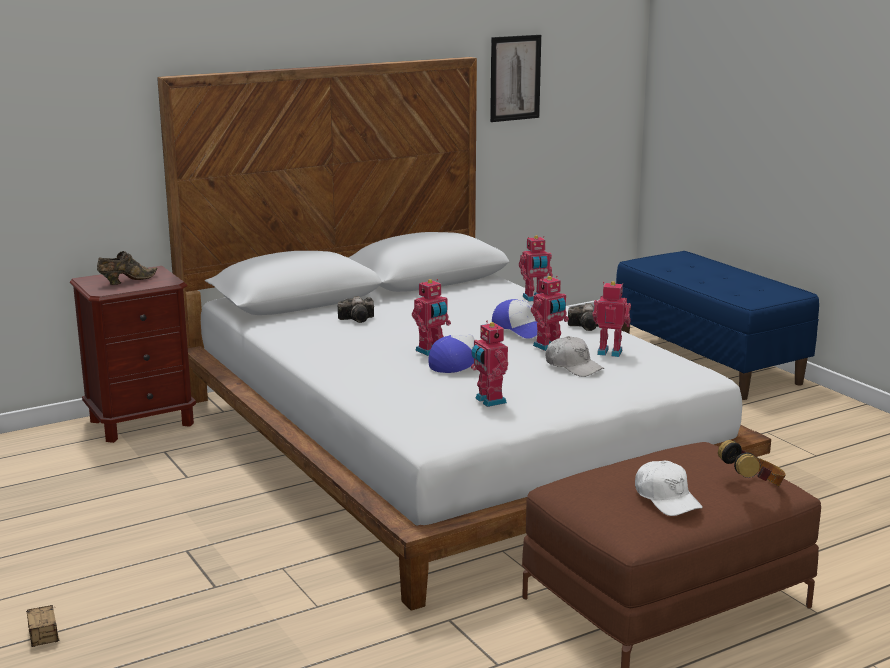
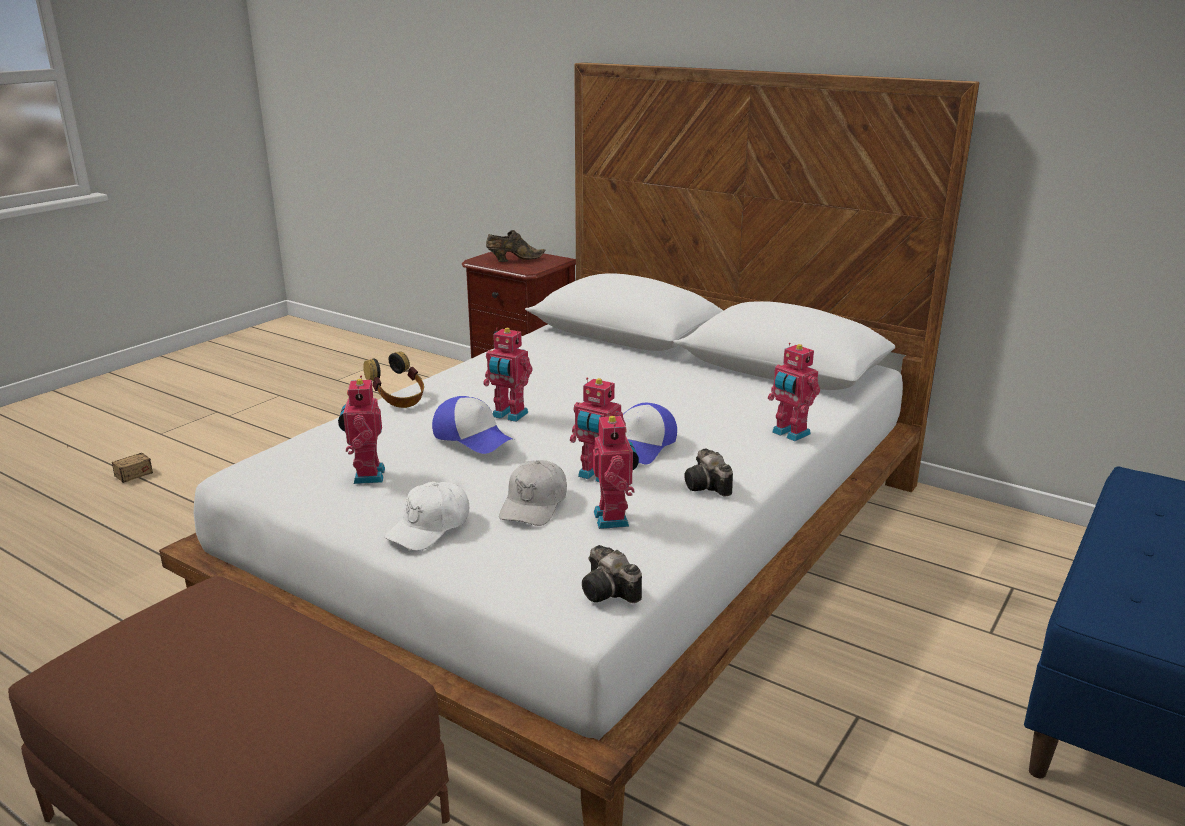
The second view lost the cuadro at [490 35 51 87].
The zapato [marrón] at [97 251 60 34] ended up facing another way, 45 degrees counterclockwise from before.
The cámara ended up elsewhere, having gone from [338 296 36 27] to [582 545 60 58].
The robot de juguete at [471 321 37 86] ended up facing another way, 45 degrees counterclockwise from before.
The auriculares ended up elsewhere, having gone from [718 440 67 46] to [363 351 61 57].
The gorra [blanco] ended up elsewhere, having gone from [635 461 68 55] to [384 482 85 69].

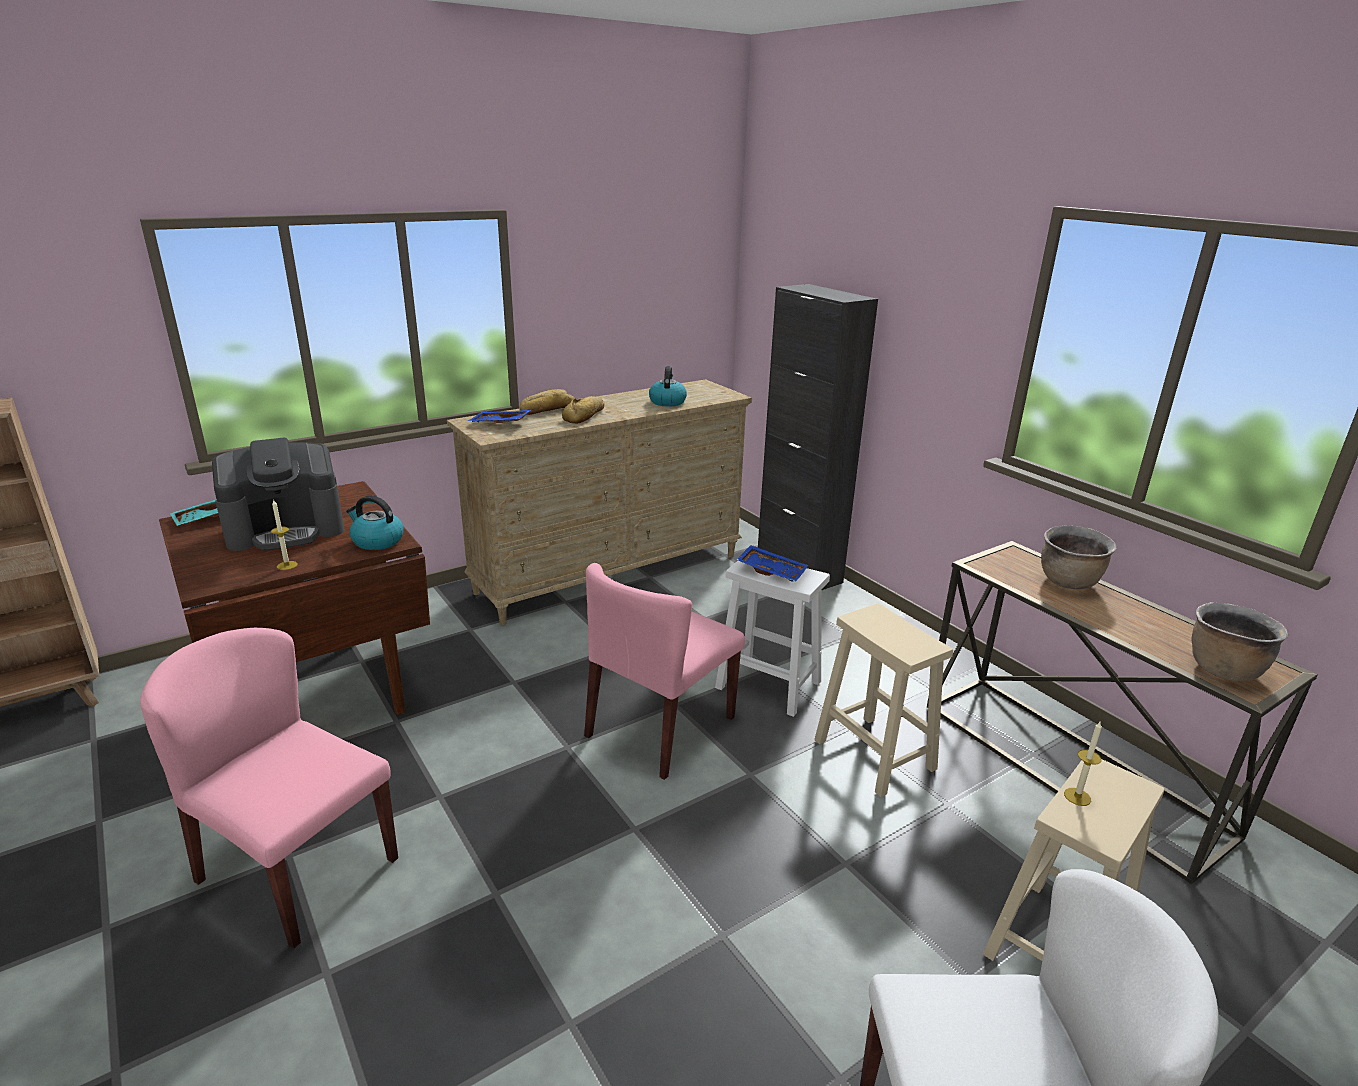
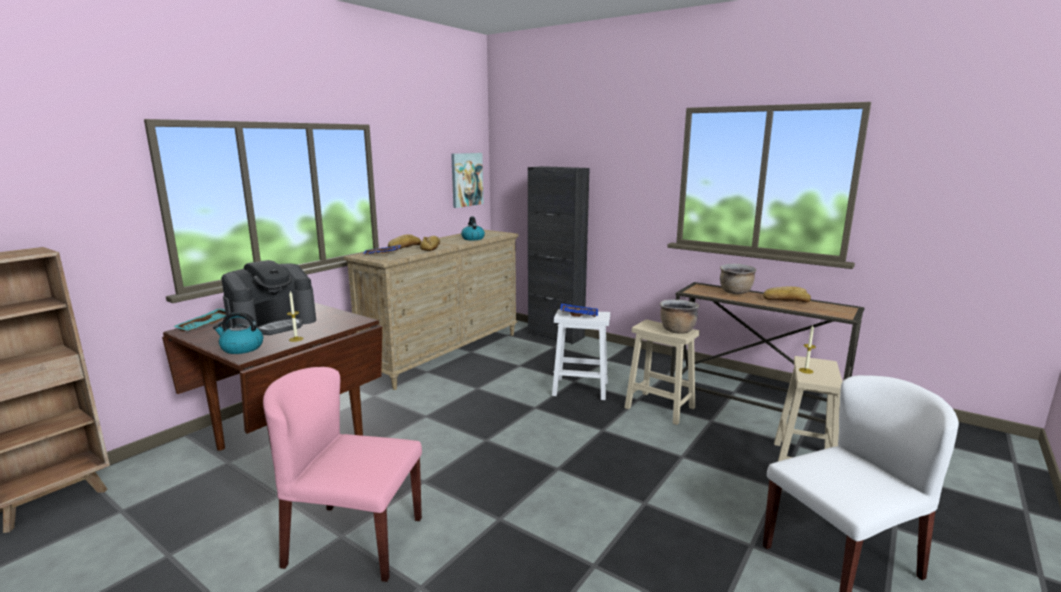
The hervidor ended up elsewhere, having gone from [346 495 58 55] to [213 312 50 42].
The second view lost the silla [rosa] at [584 563 161 217].
The olla [marrón] ended up elsewhere, having gone from [1192 602 96 80] to [660 300 39 34].
The second view gained the cuadro at [451 153 33 55].
The second view gained the pan at [763 286 48 17].

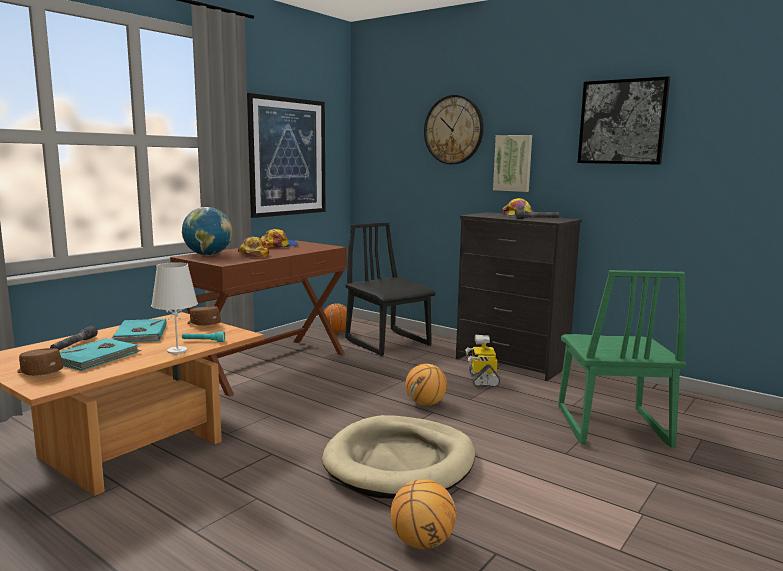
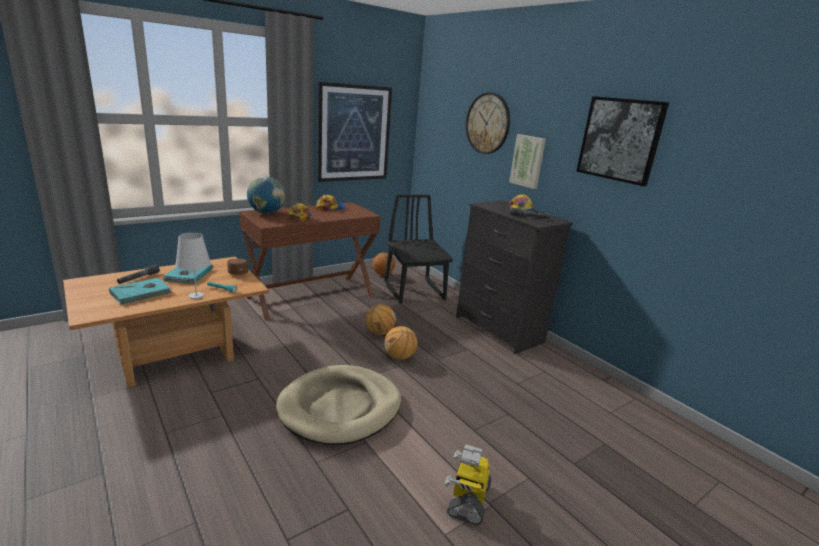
The second view lost the silla [verde] at [558 270 128 178].
The robot de juguete ended up elsewhere, having gone from [465 335 35 52] to [444 444 47 81].
The second view lost the gorra [marrón] at [17 348 46 28].
The balón de baloncesto ended up elsewhere, having gone from [391 479 65 70] to [366 304 30 31].

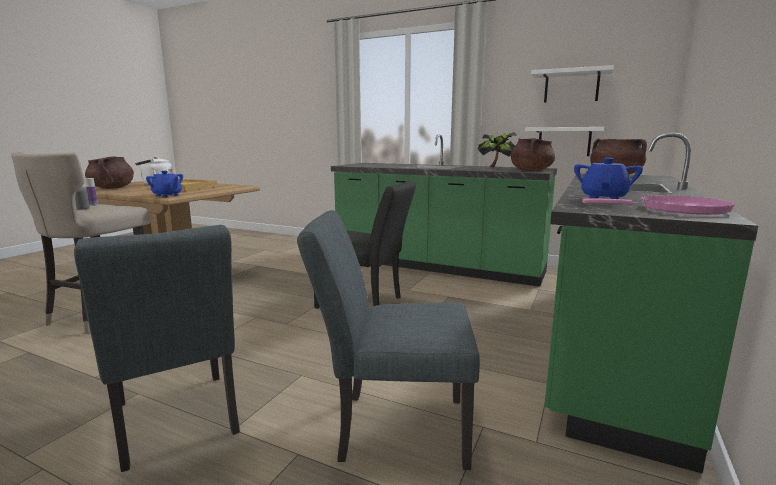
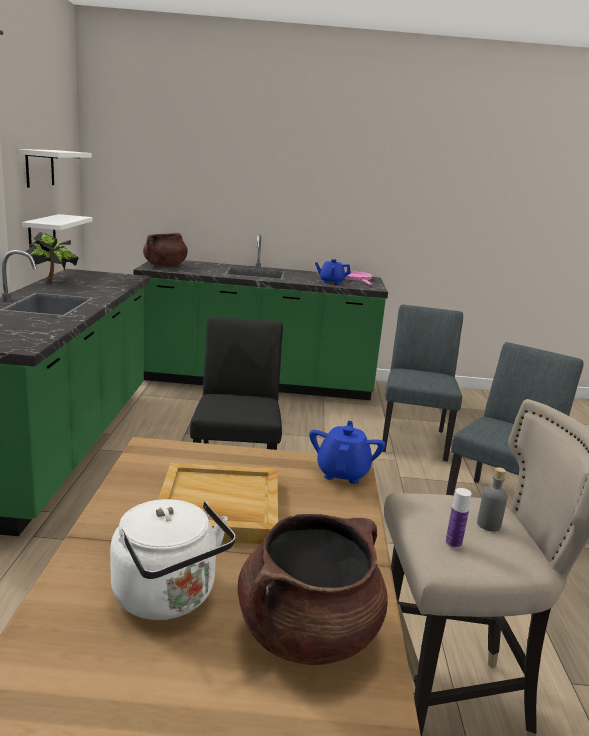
The second view lost the olla [marrón] at [511 138 44 33].
The silla [gris] at [297 210 183 260] ended up facing another way, 150 degrees counterclockwise from before.

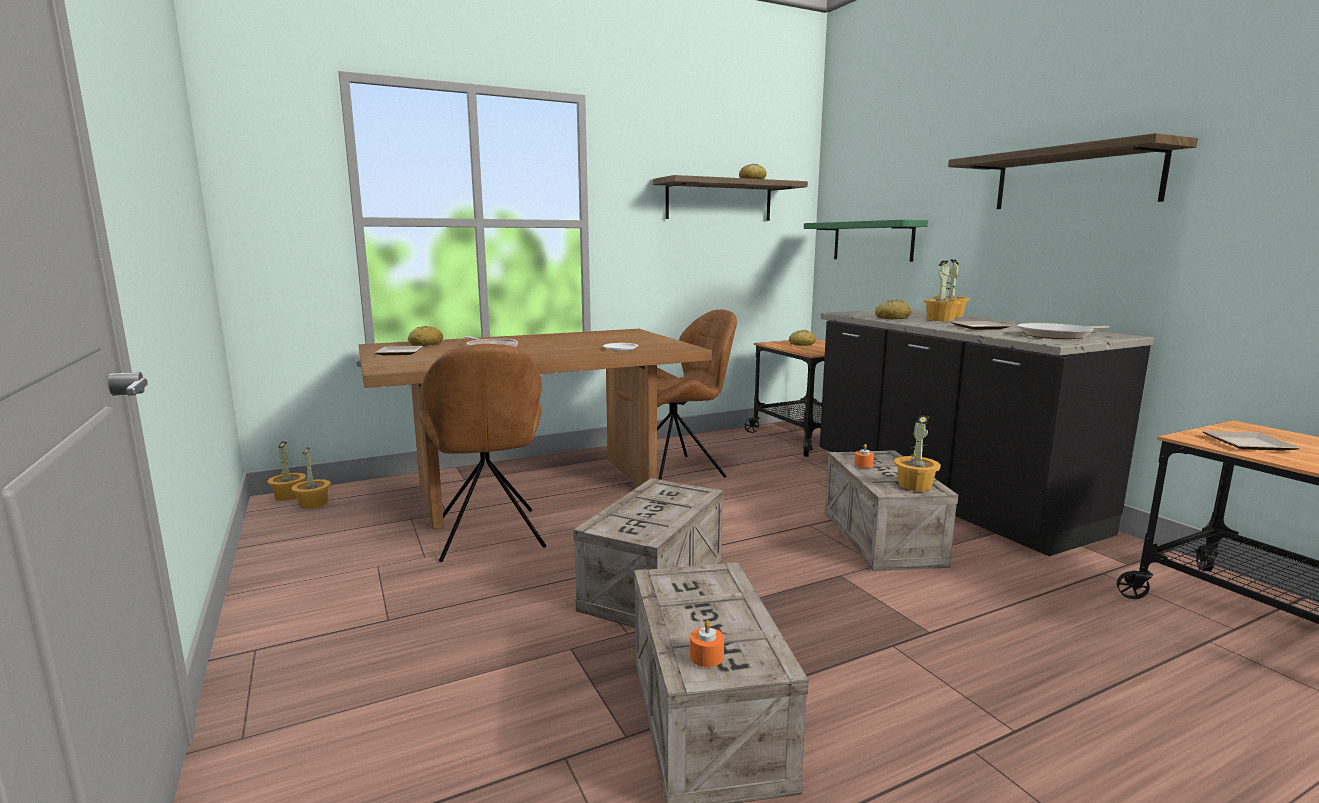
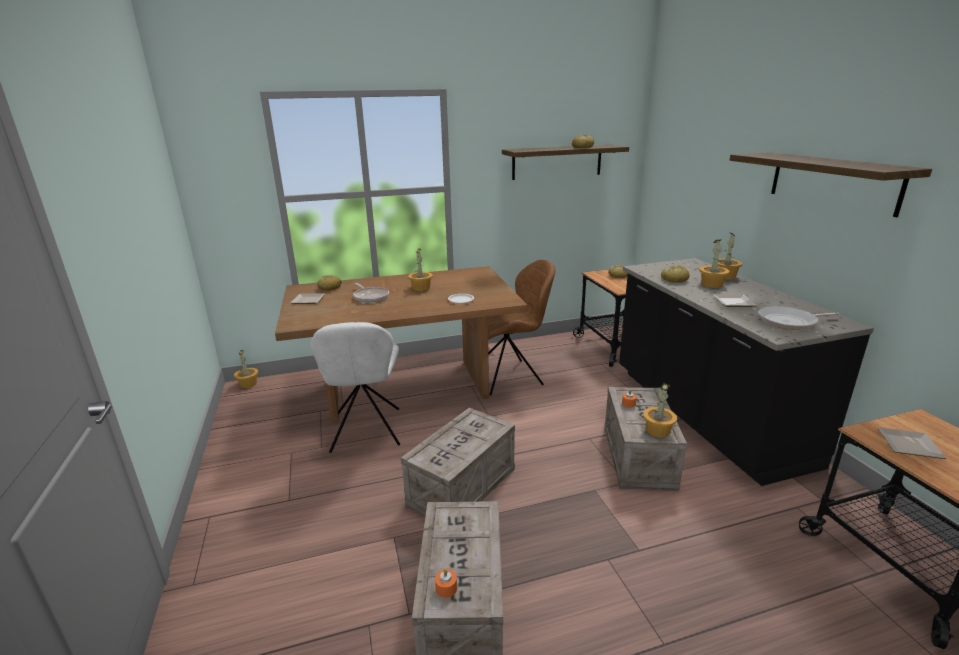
The second view lost the estante [verde] at [804 220 124 42].
What was the silla [marrón] at [419 344 127 218] turned into the silla [blanco] at [310 322 90 131].
The planta en maceta ended up elsewhere, having gone from [291 447 40 62] to [408 248 25 43].

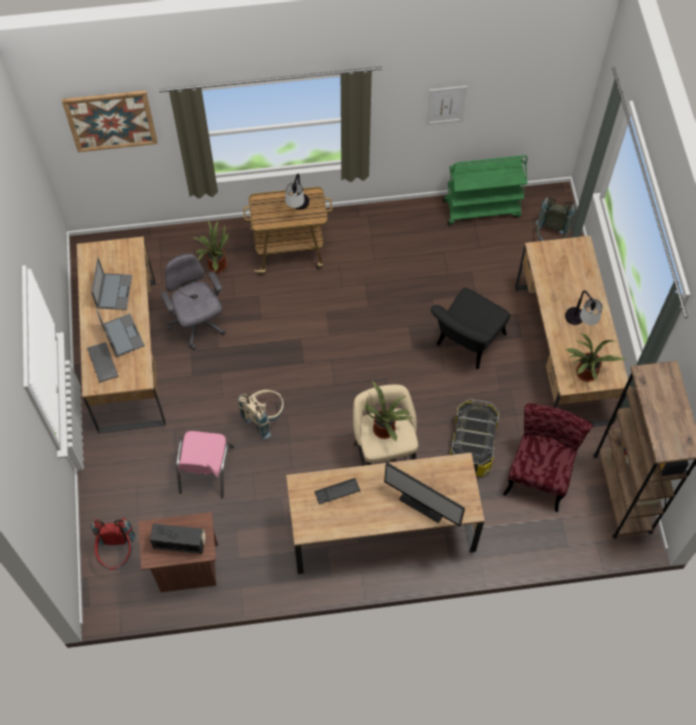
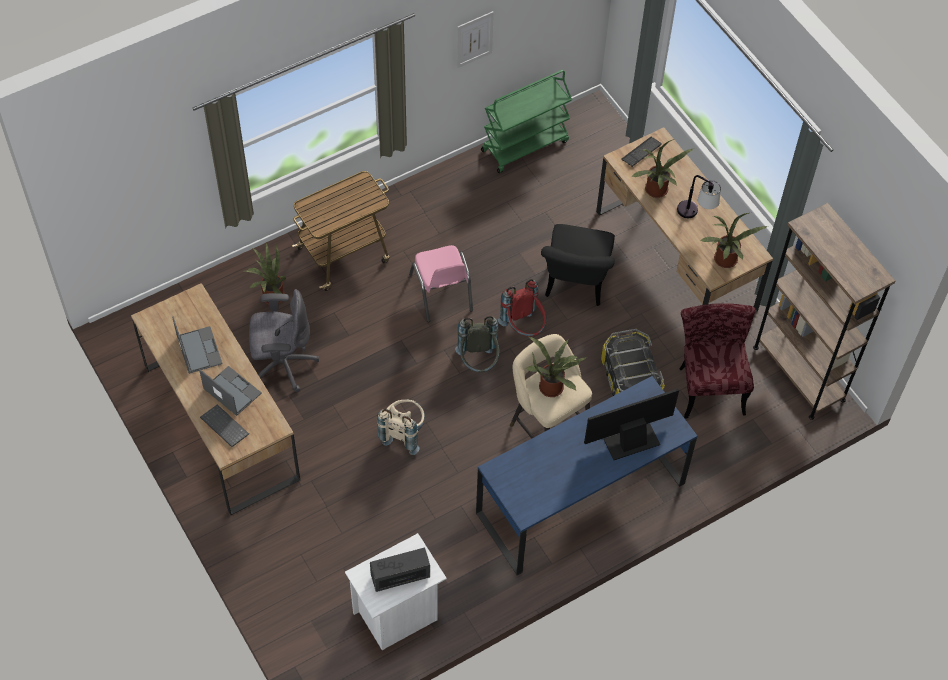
The second view lost the cuadro at [62 90 96 62].
The second view lost the lámpara de mesa at [285 173 24 37].
The mochila [gris] ended up elsewhere, having gone from [536 197 40 44] to [455 316 44 56].
The silla de oficina [gris] at [160 253 66 97] ended up facing another way, 135 degrees clockwise from before.
The silla [rosa] ended up elsewhere, having gone from [176 431 58 68] to [409 245 64 77].
What was the escritorio [marrón] at [286 453 199 121] turned into the escritorio [azul] at [476 376 221 199].
The monitor at [384 462 81 65] ended up facing another way, 150 degrees clockwise from before.
The teclado ended up elsewhere, having gone from [314 478 46 26] to [621 137 41 30].
What was the mesita de noche [marrón] at [138 512 80 80] turned into the mesita de noche [blanco] at [345 533 102 117].
The mochila [rojo] ended up elsewhere, having gone from [91 518 44 52] to [498 279 49 58].
The second view gained the planta en maceta at [632 139 62 59].

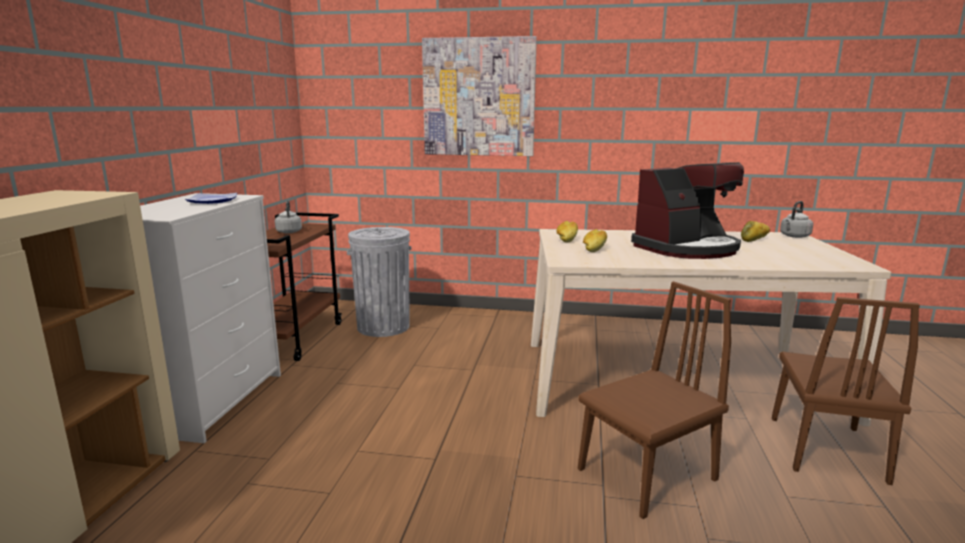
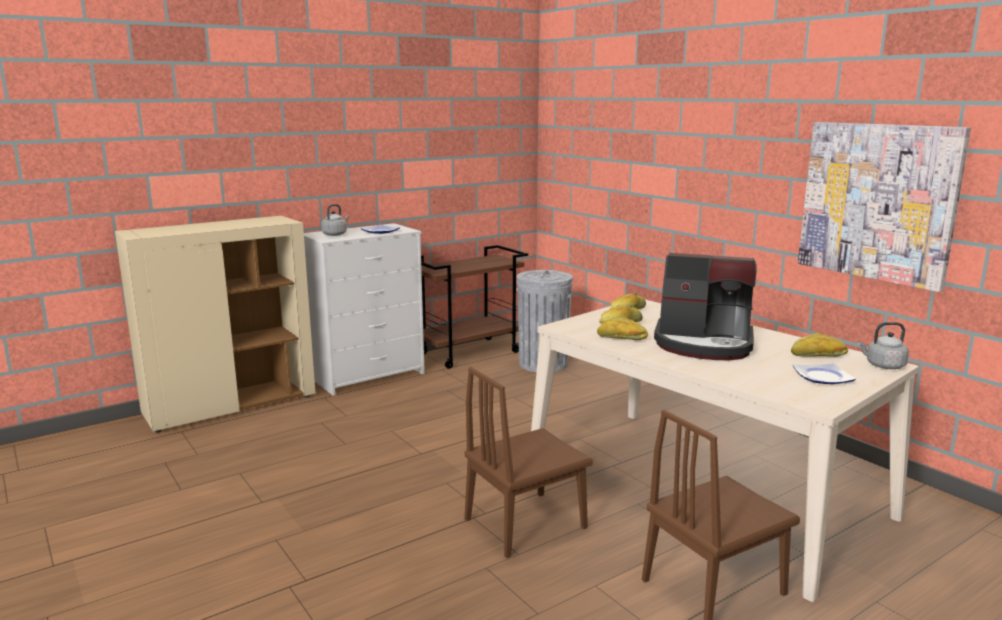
The cuadro ended up elsewhere, having gone from [422 36 115 120] to [798 122 173 170].
The hervidor [gris] ended up elsewhere, having gone from [275 201 27 32] to [321 204 28 32].
The silla [marrón] at [578 281 153 238] ended up facing another way, 135 degrees clockwise from before.
The second view gained the pan at [597 317 51 23].
The second view gained the plato at [793 364 63 20].

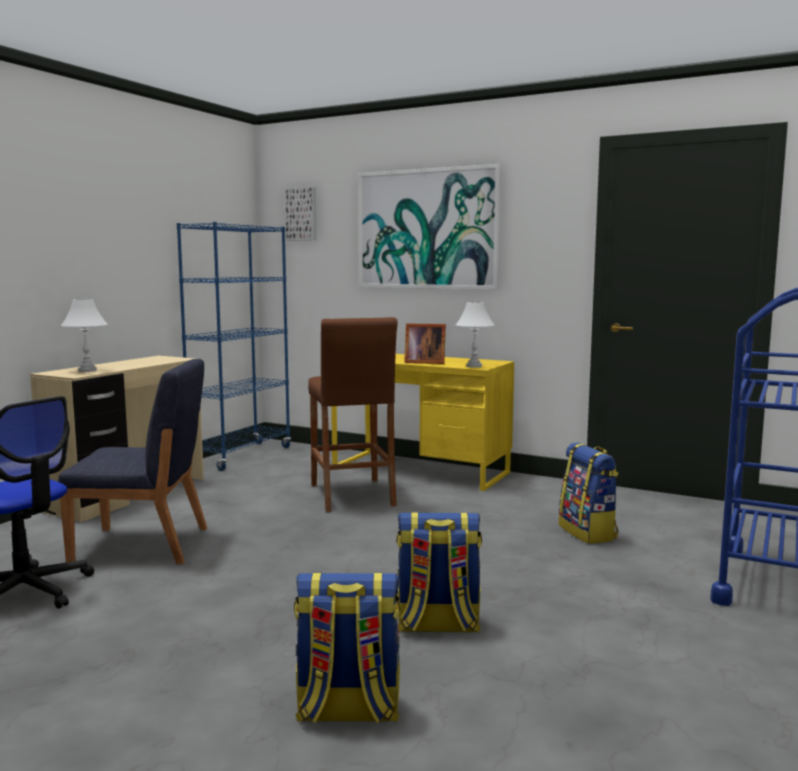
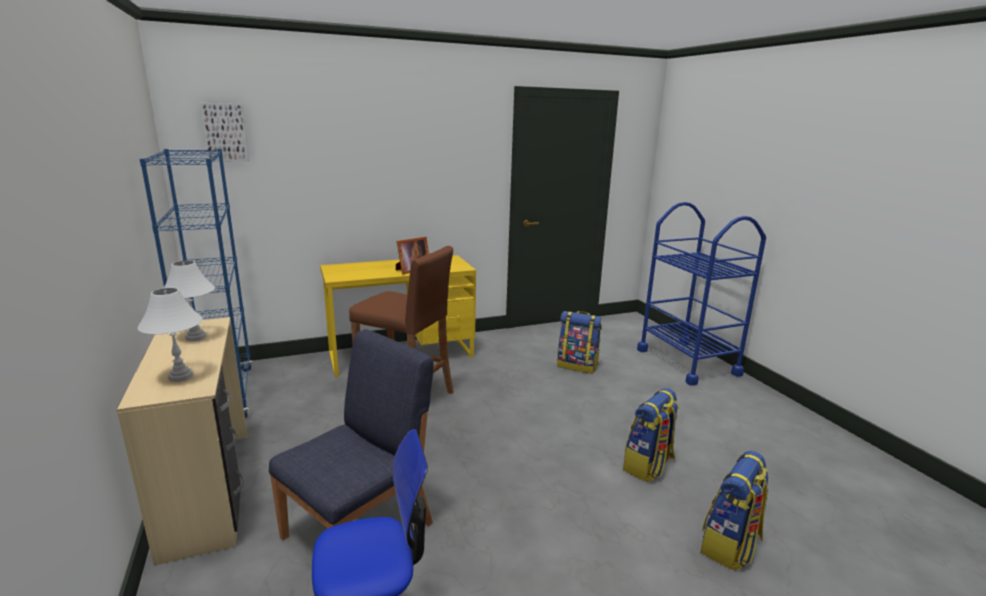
The second view lost the cuadro at [358 164 144 126].
The lámpara de mesa [blanco] ended up elsewhere, having gone from [456 301 39 67] to [164 261 51 80].

